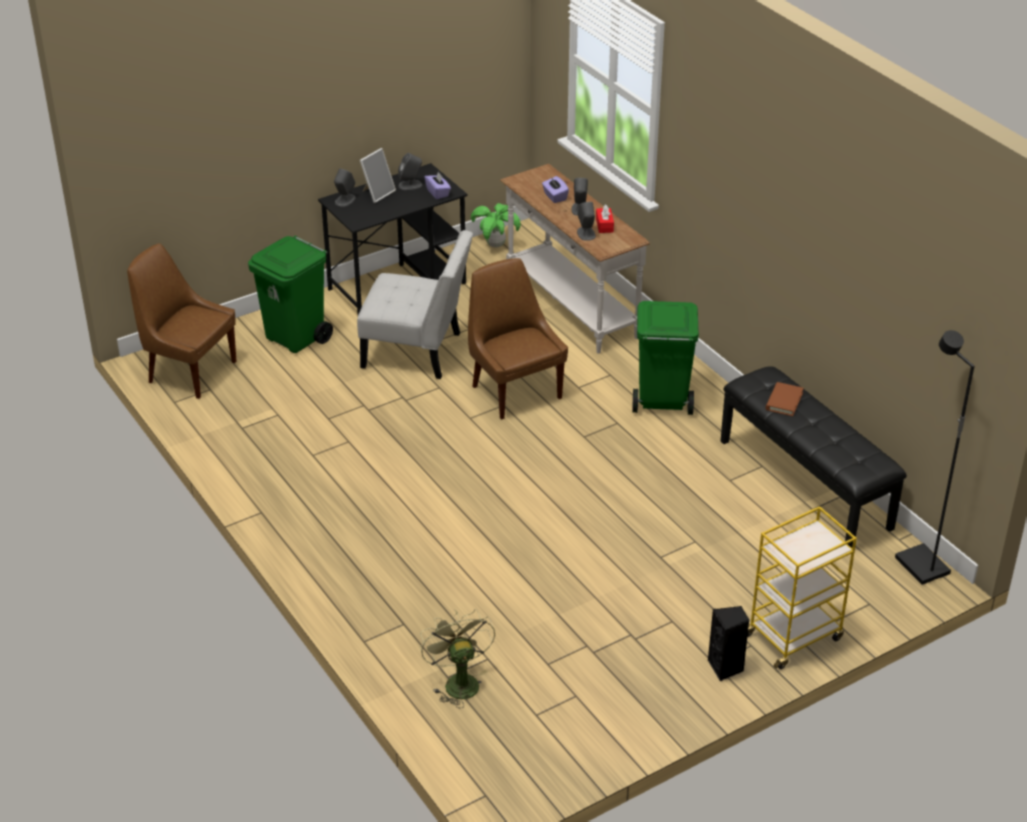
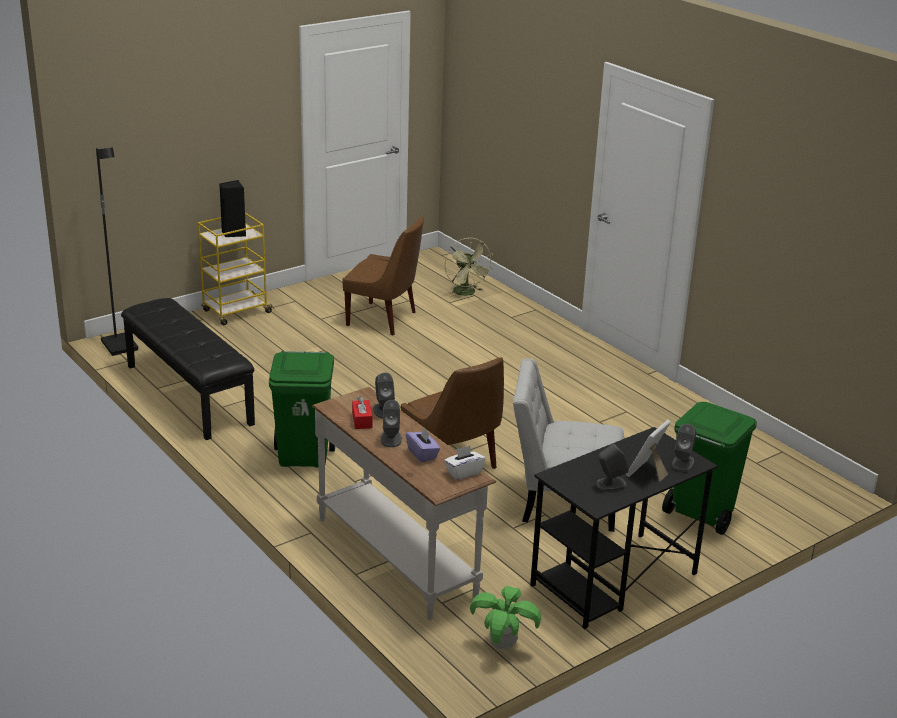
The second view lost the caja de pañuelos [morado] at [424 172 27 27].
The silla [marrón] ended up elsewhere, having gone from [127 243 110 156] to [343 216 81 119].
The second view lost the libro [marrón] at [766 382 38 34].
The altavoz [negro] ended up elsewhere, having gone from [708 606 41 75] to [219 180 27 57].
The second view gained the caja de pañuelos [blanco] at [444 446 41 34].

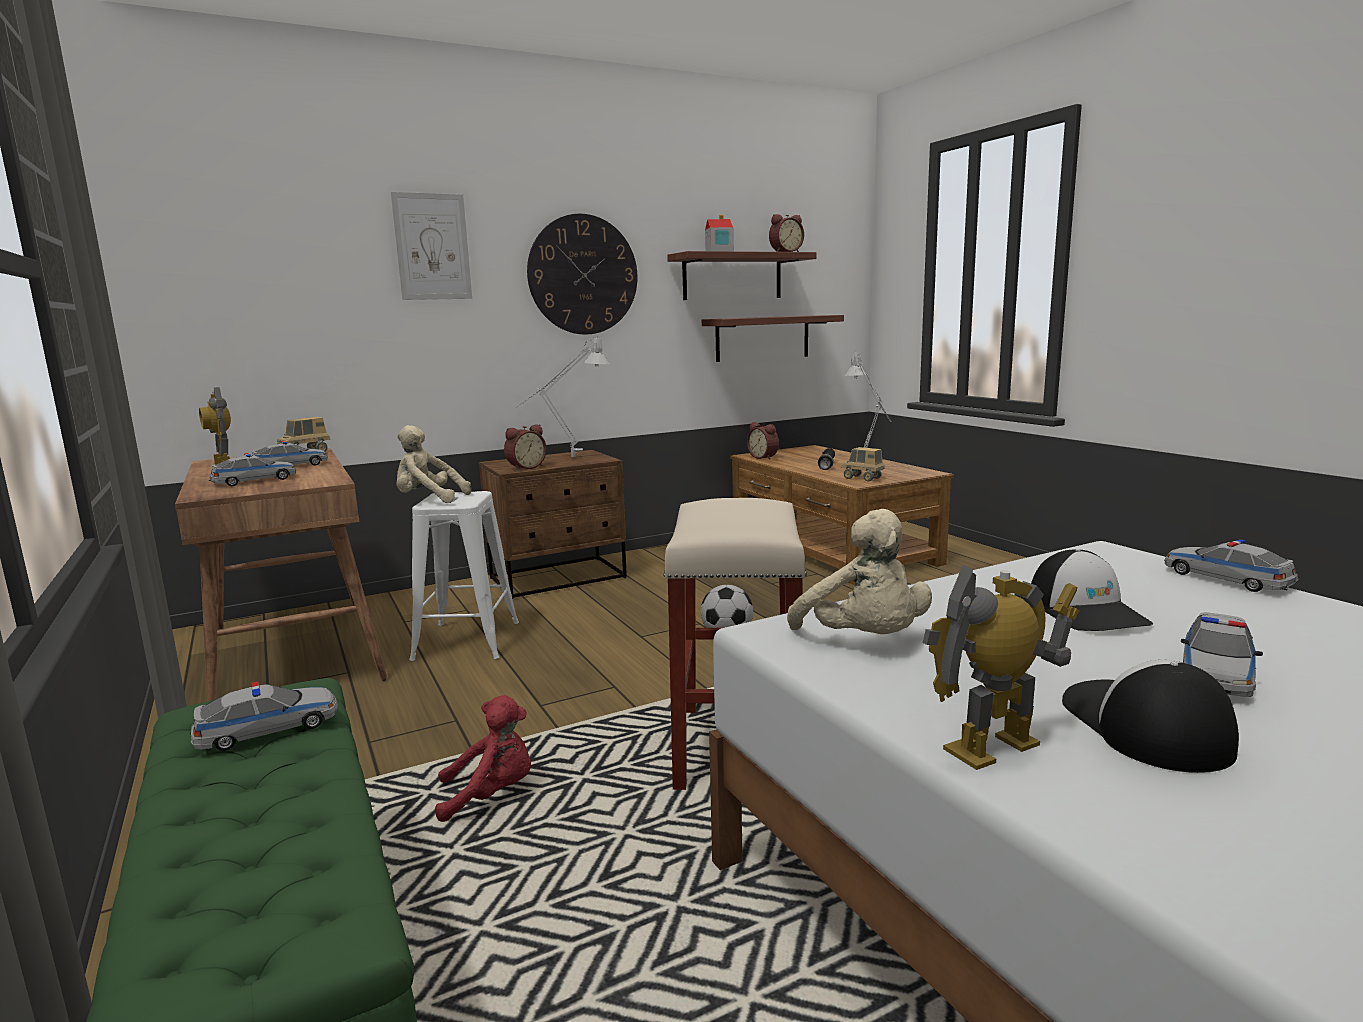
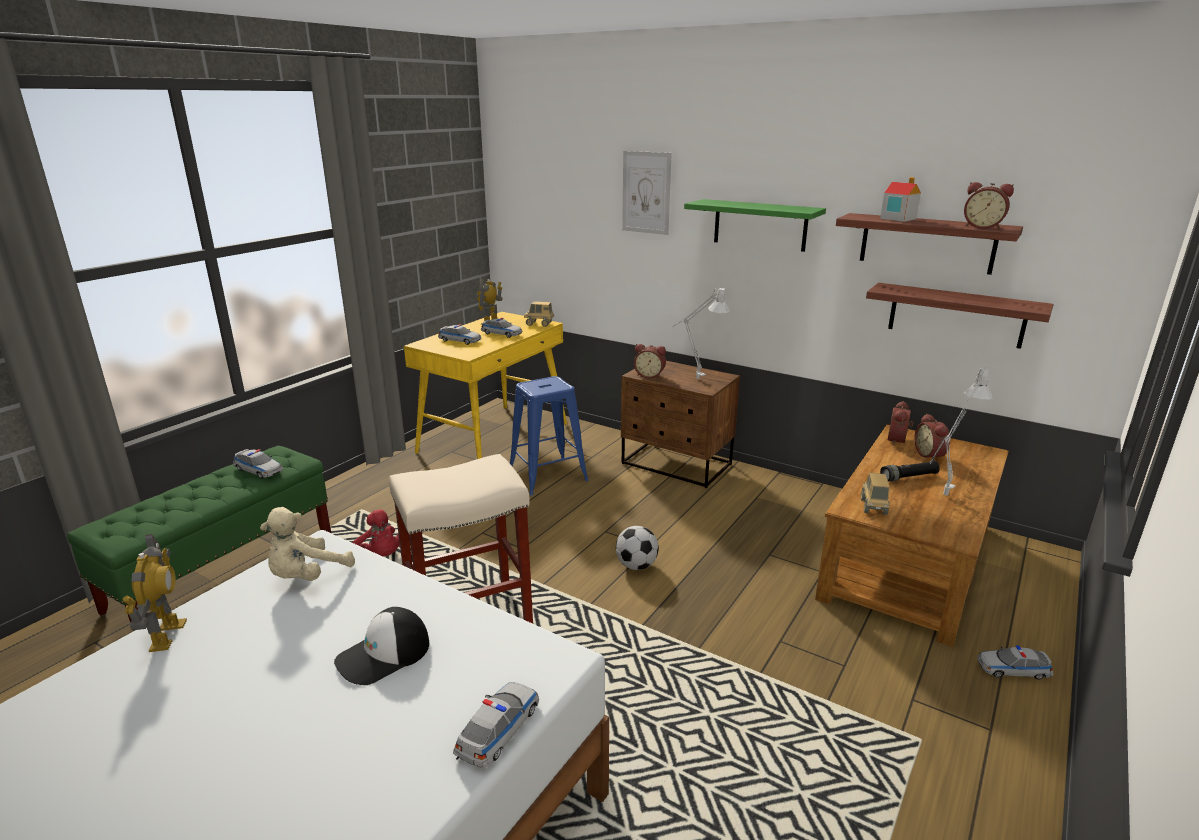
Where the reloj de pared hung at [527 214 111 120], the estante [verde] came to hang at [684 199 142 53].
The second view lost the peluche [beis] at [396 425 75 78].
What was the escritorio [marrón] at [175 448 212 254] turned into the escritorio [amarillo] at [404 312 163 147].
What was the taburete [blanco] at [409 491 110 170] turned into the taburete [azul] at [510 376 78 119].
The robot de juguete at [923 565 156 205] ended up facing another way, 45 degrees clockwise from before.
The coche de juguete ended up elsewhere, having gone from [1181 612 82 85] to [977 645 76 34].
The second view lost the gorra at [1062 660 177 113].
The second view gained the despertador at [914 413 36 47].

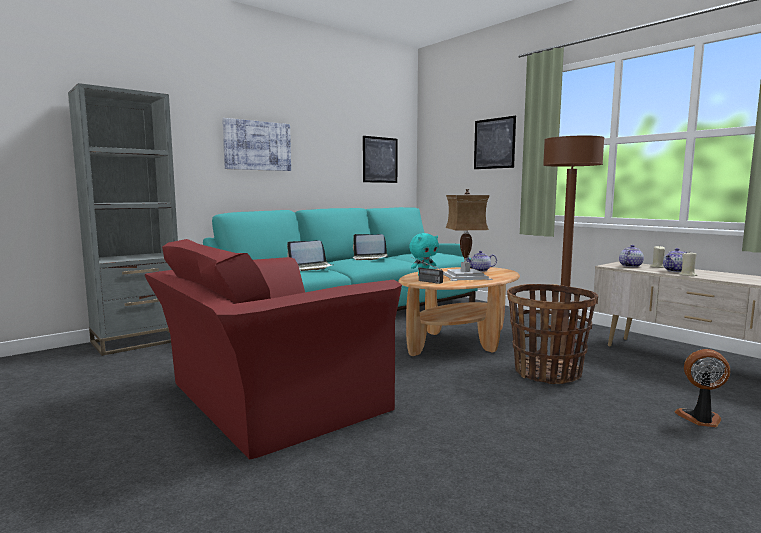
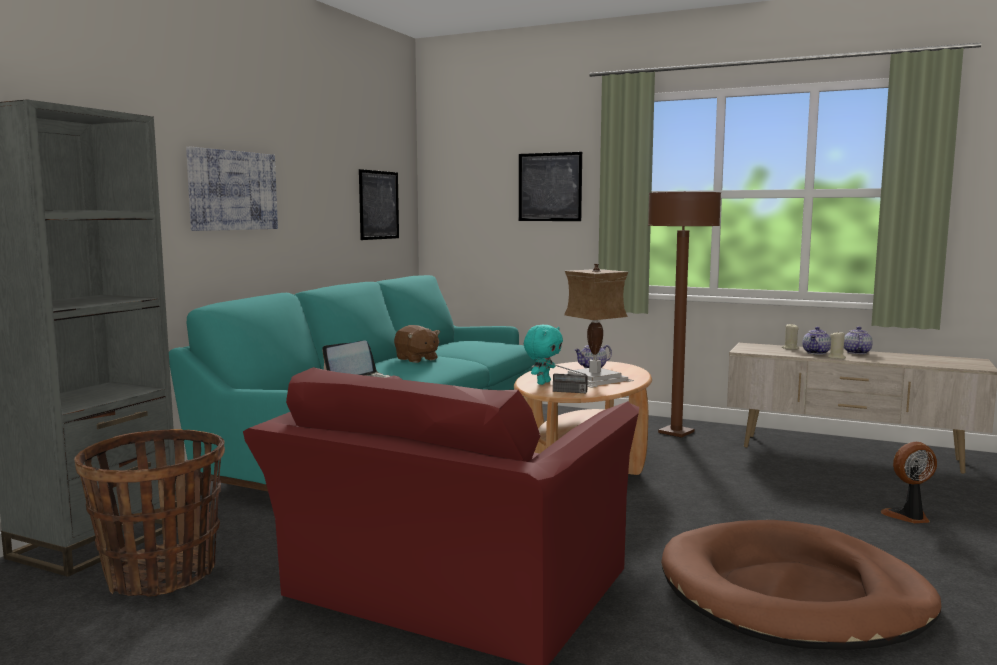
Where the portátil stood at [353 234 35 26], the peluche [marrón] came to stand at [394 325 46 38].
The tetera ended up elsewhere, having gone from [619 245 25 22] to [844 327 29 27].
The cesta ended up elsewhere, having gone from [507 284 91 100] to [74 429 151 168].
The second view gained the cama para perro [marrón] at [661 520 281 130].

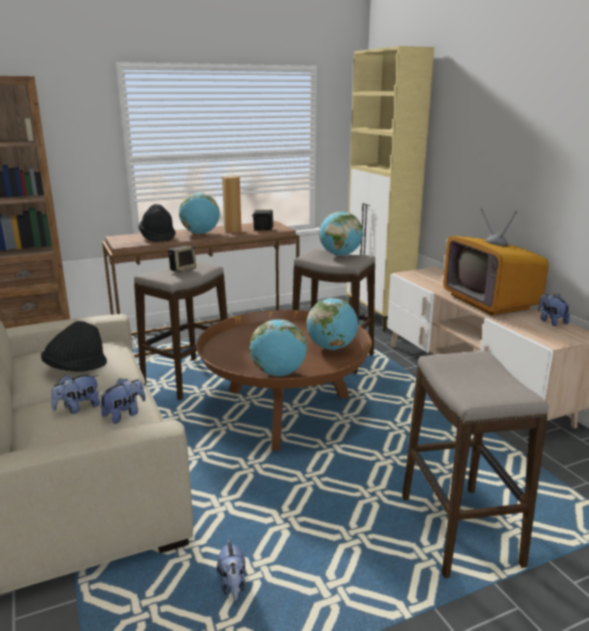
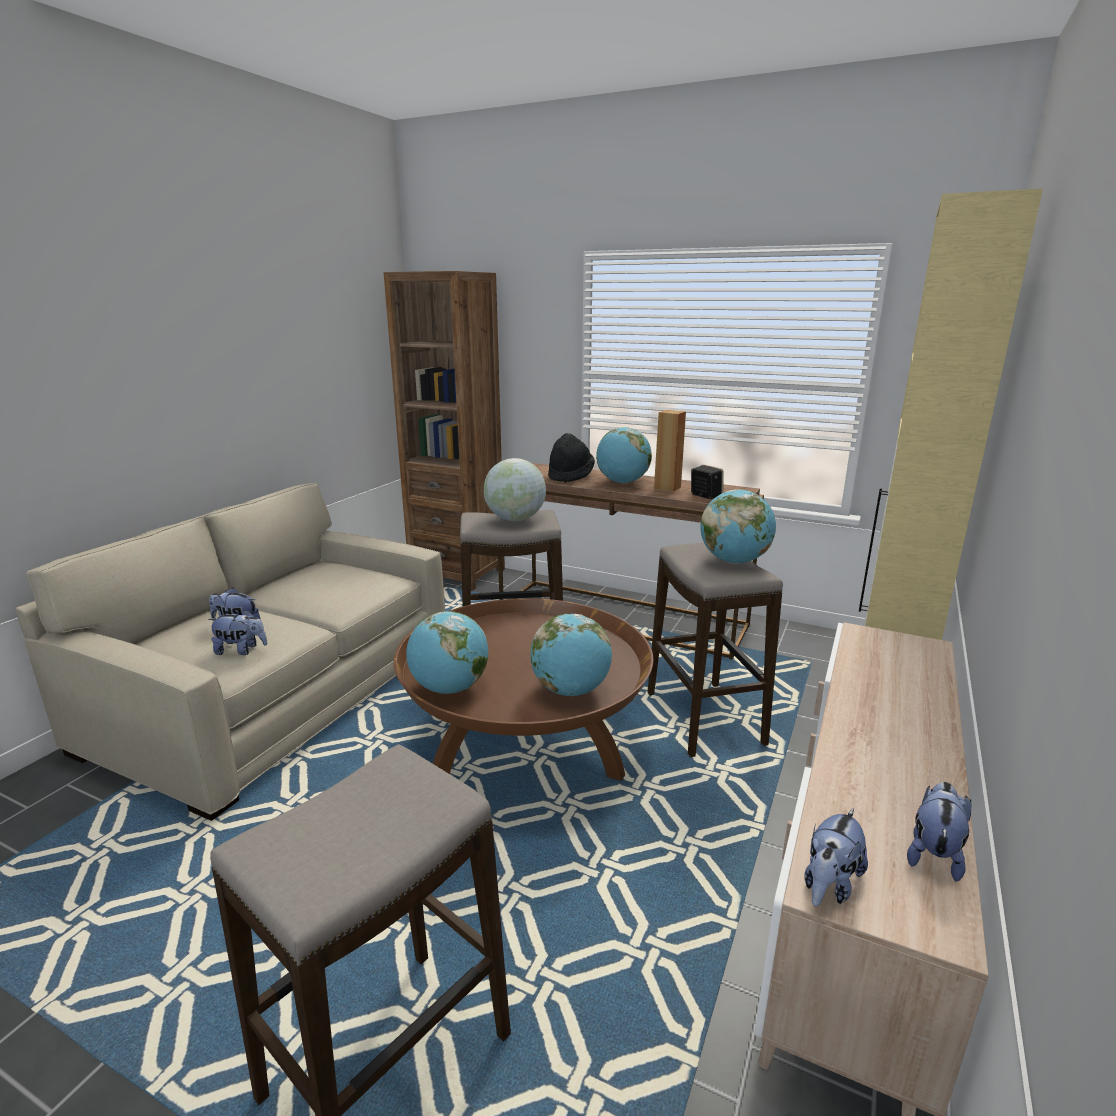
The second view lost the televisor at [443 208 106 107].
Where the altavoz stood at [168 246 28 26], the globo terráqueo came to stand at [484 458 62 63].
The second view lost the sombrero [negro] at [41 321 66 51].
The peluche ended up elsewhere, having gone from [216 538 30 63] to [804 808 64 99].

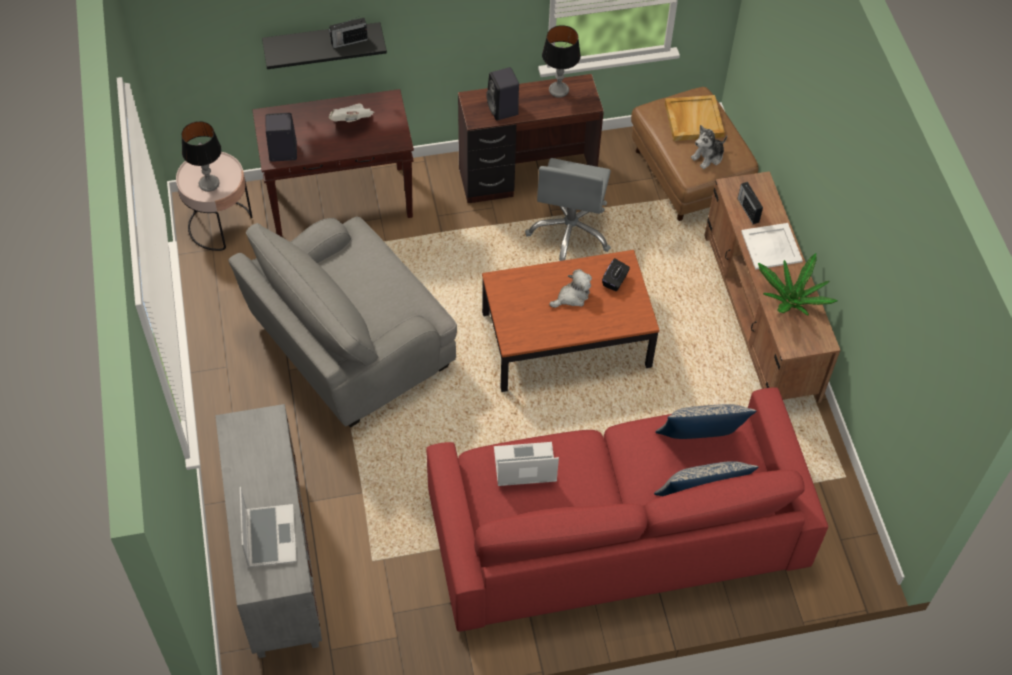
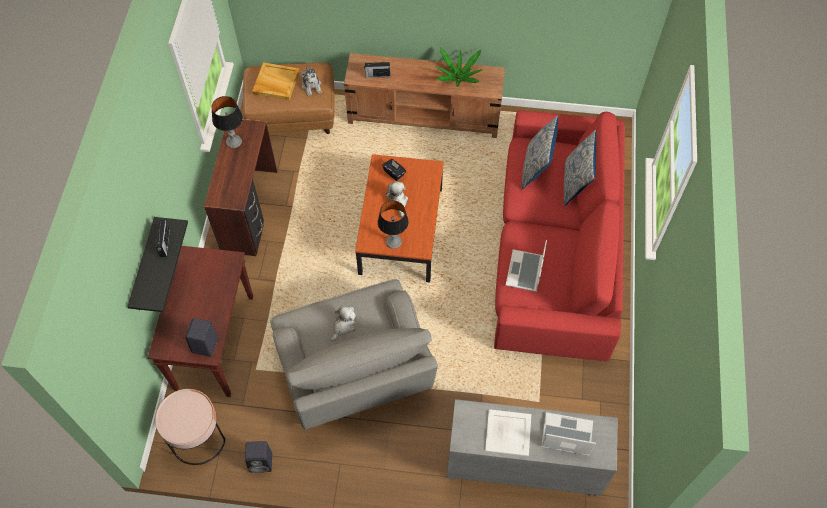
The altavoz [negro] ended up elsewhere, having gone from [486 67 33 53] to [245 441 27 32].
The second view lost the periódico at [328 103 46 19].
The lámpara de mesa ended up elsewhere, having gone from [182 121 40 71] to [378 201 30 48].
The second view lost the silla de oficina [gris] at [525 158 86 103].
The bandeja [blanco] ended up elsewhere, having gone from [741 223 62 47] to [485 409 46 47].
The second view gained the peluche at [330 305 26 36].

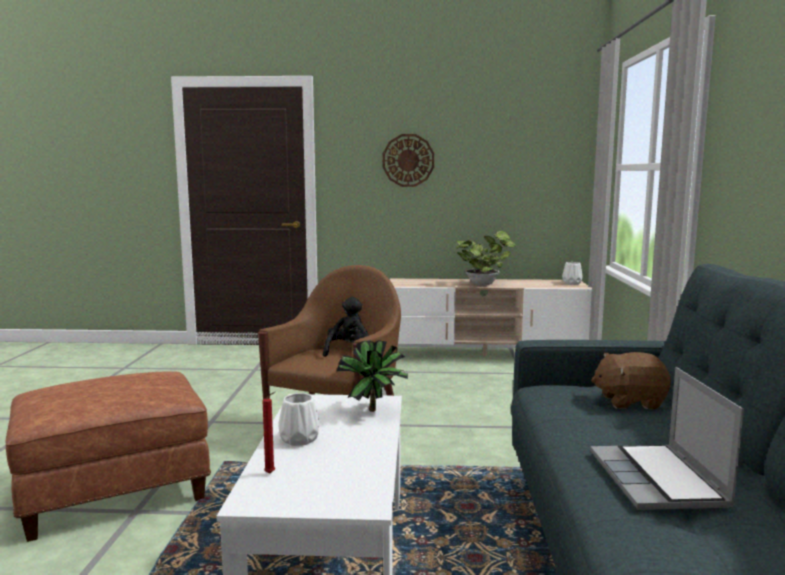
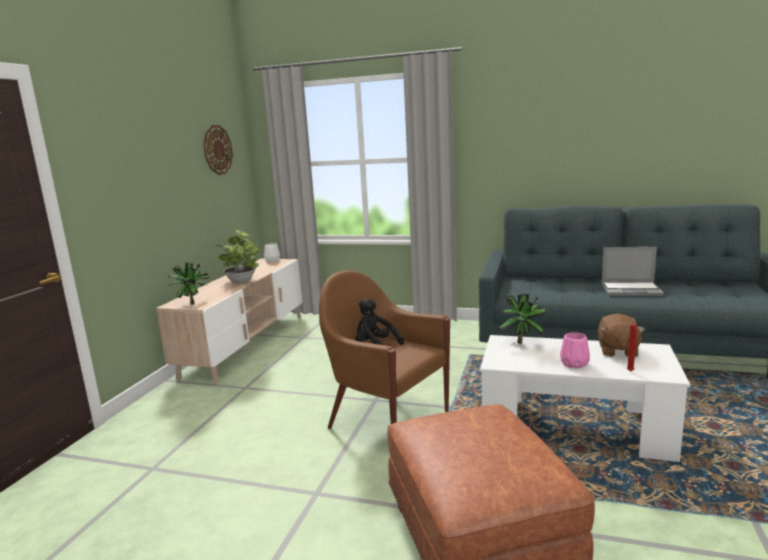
The reloj de pared ended up elsewhere, having gone from [383 134 51 53] to [203 125 30 50].
The peluche [marrón] ended up elsewhere, having gone from [591 352 80 57] to [598 314 47 43].
What was the florero [blanco] at [278 393 42 53] turned into the florero [rosa] at [560 332 30 36].
The second view gained the planta en maceta at [168 263 42 42].

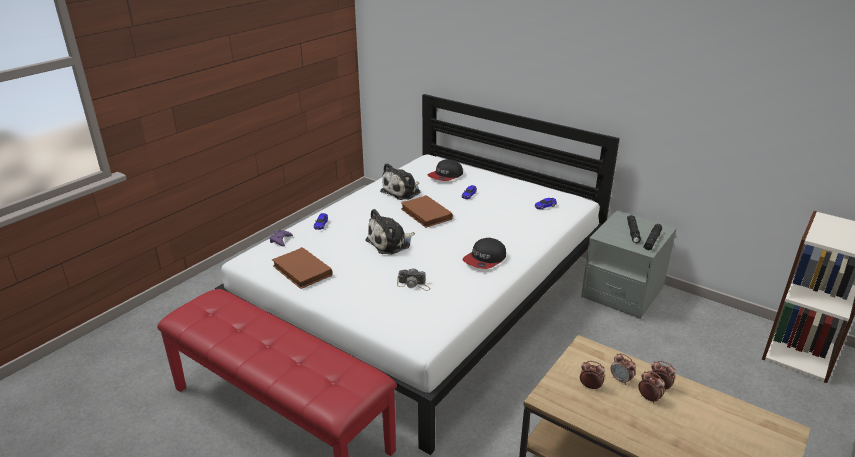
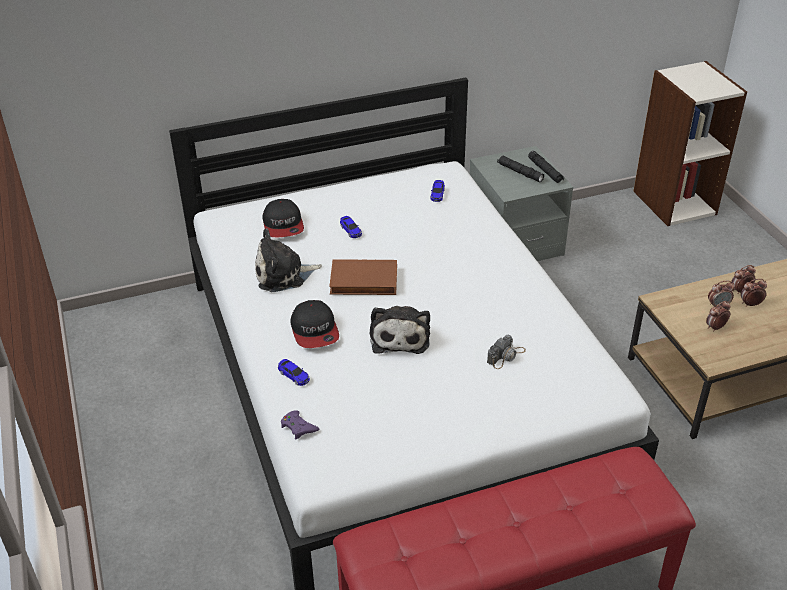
The peluche at [380 163 41 37] ended up facing another way, 90 degrees clockwise from before.
The gorra ended up elsewhere, having gone from [463 238 43 31] to [290 300 49 48].
The second view lost the libro [marrón] at [272 247 61 42].

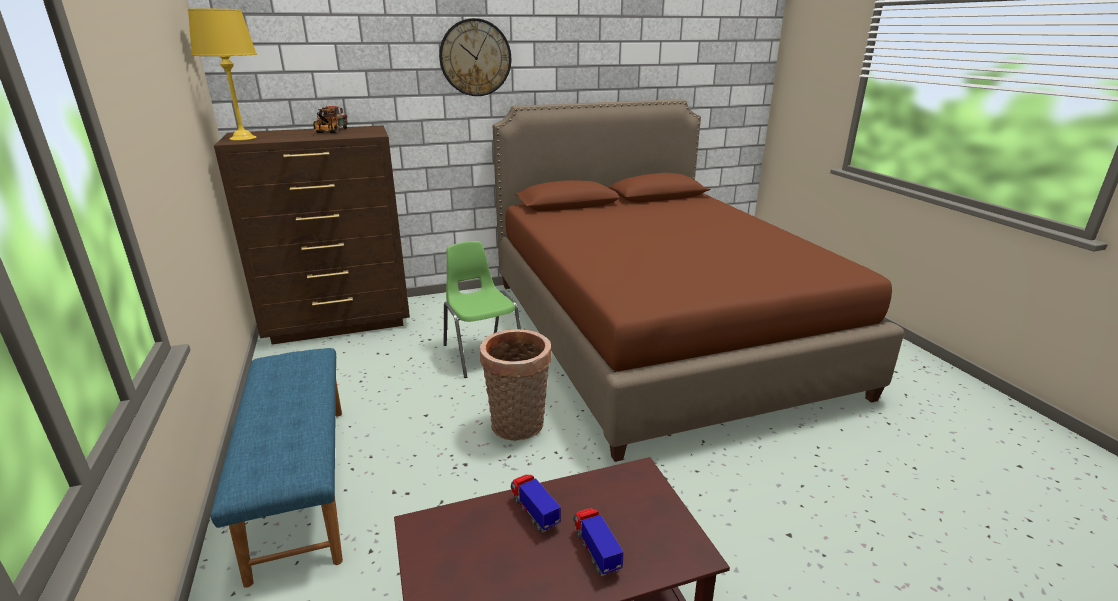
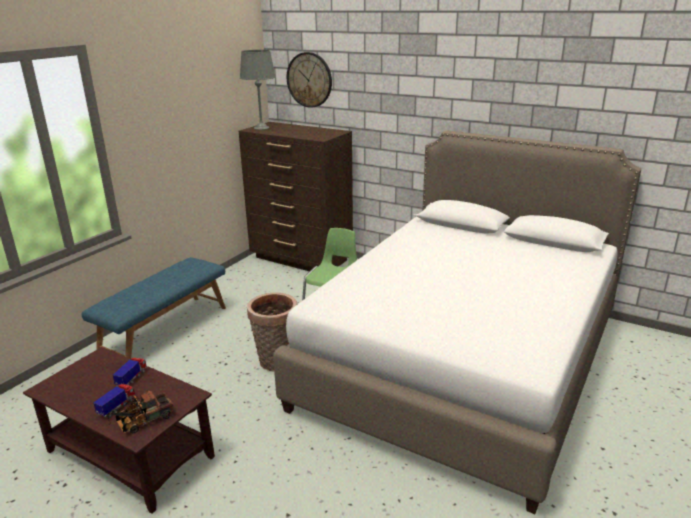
What was the lámpara de mesa [amarillo] at [188 9 69 132] turned into the lámpara de mesa [gris] at [240 50 36 80].
The reloj de pared ended up elsewhere, having gone from [439 18 72 78] to [287 52 45 56].
What was the cama [marrón] at [493 99 411 363] turned into the cama [blanco] at [273 131 368 383].
The camión de juguete ended up elsewhere, having gone from [313 106 35 27] to [108 389 66 44].

